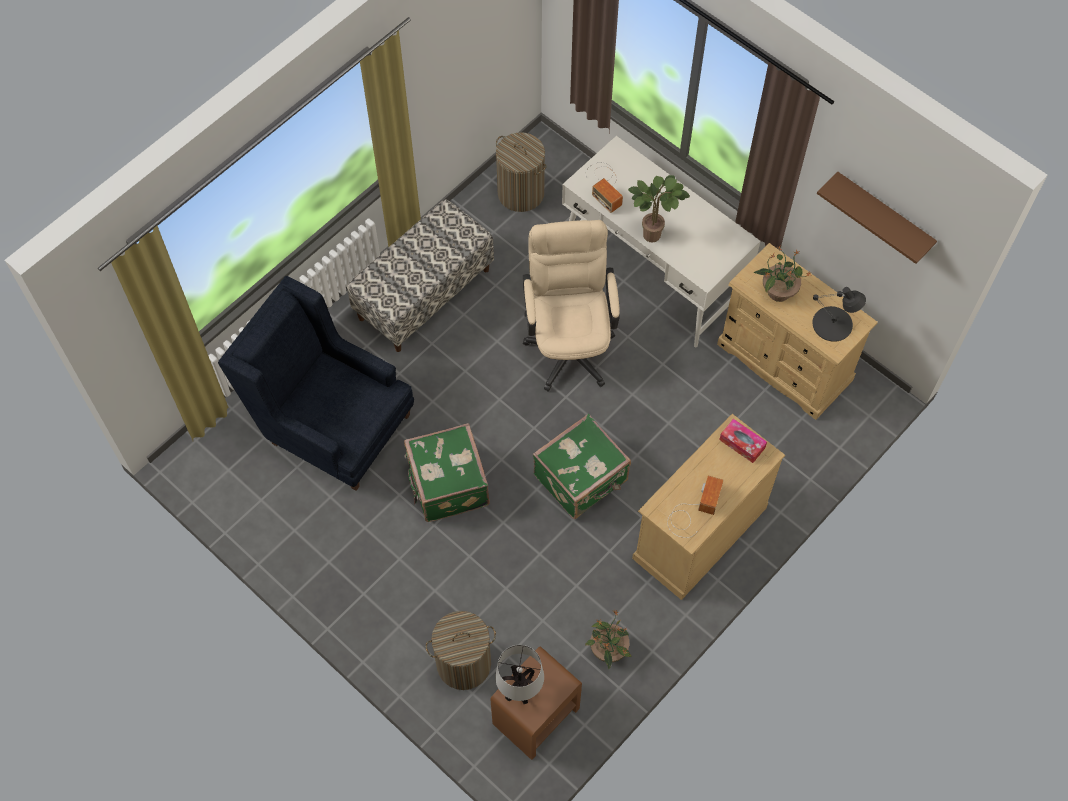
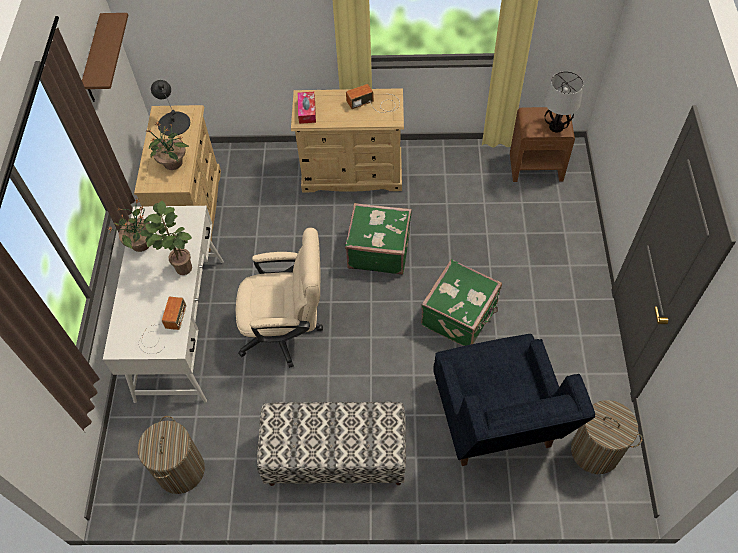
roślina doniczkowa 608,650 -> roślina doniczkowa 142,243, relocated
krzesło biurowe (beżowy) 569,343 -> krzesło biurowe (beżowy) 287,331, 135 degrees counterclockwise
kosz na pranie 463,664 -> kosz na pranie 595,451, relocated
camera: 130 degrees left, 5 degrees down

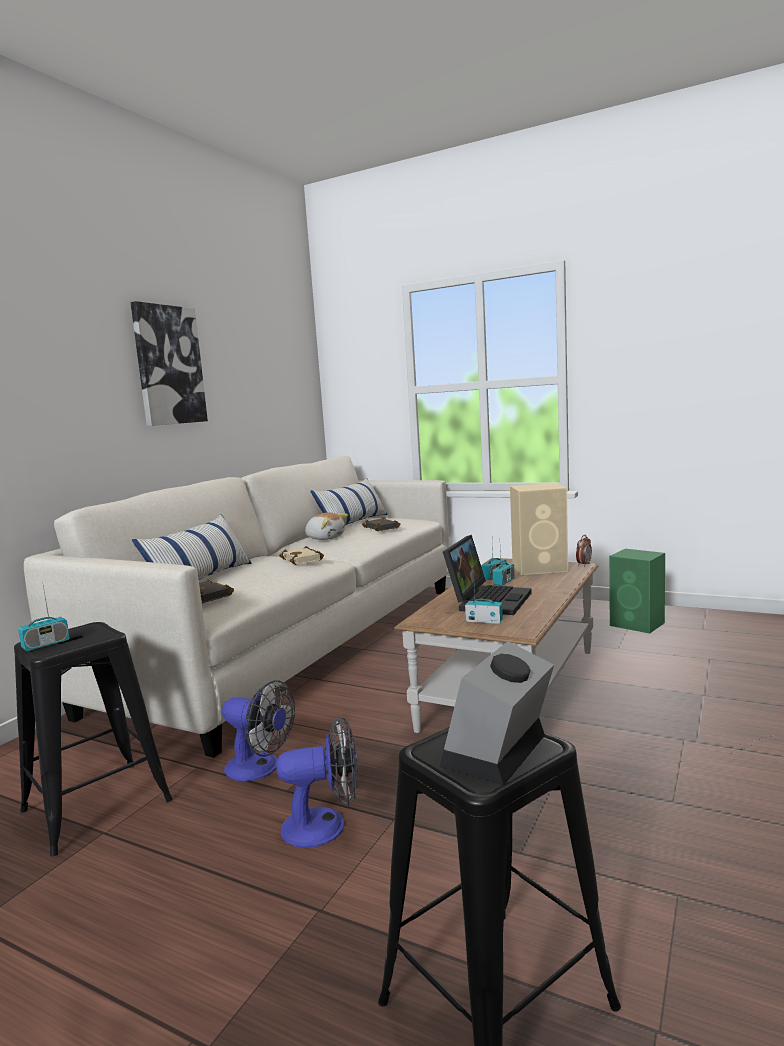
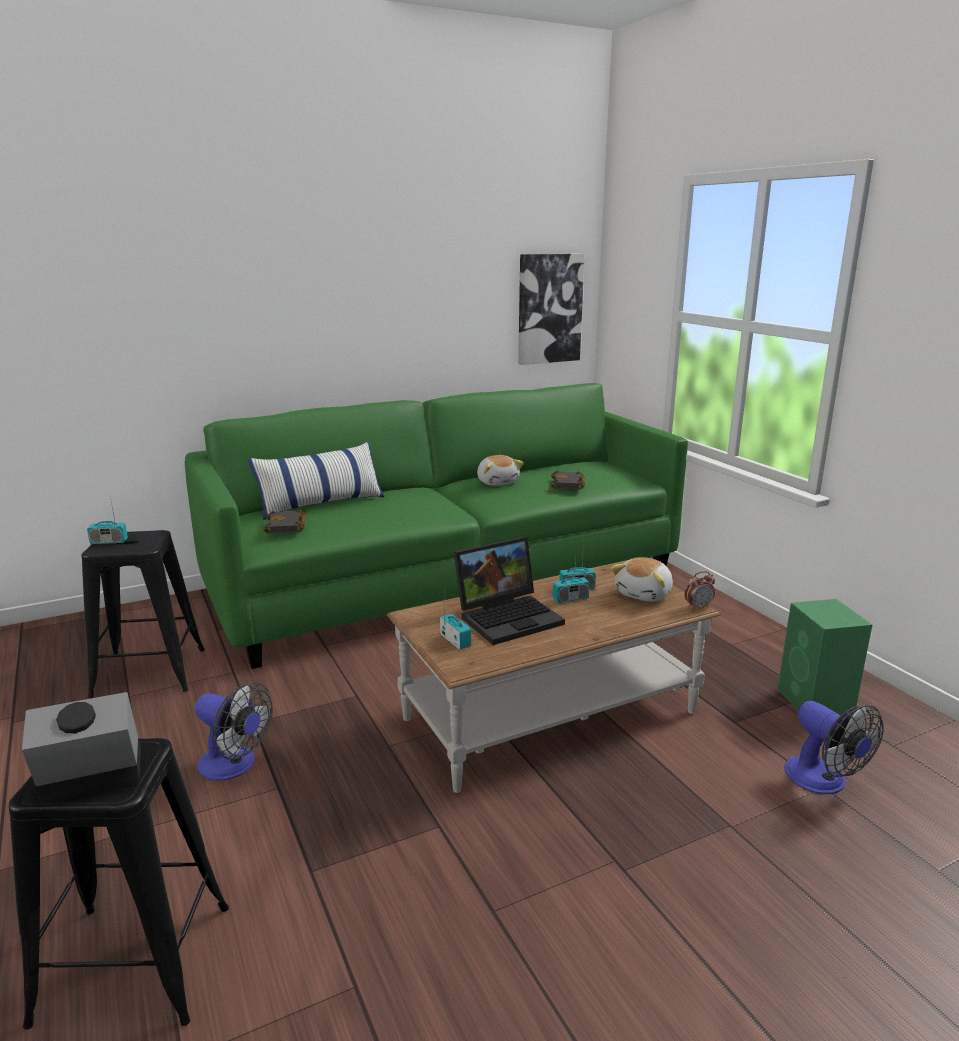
kanapa (biały) 295,643 -> kanapa (zielony) 447,582
obraz 168,365 -> obraz 549,309, relocated
głośnik (beżowy) 541,568 -> pluszak 645,594
wentylator 260,768 -> wentylator 824,781, relocated
książka (beżowy) 303,559 -> none
poduszka 353,523 -> none
camera: 35 degrees right, 10 degrees up

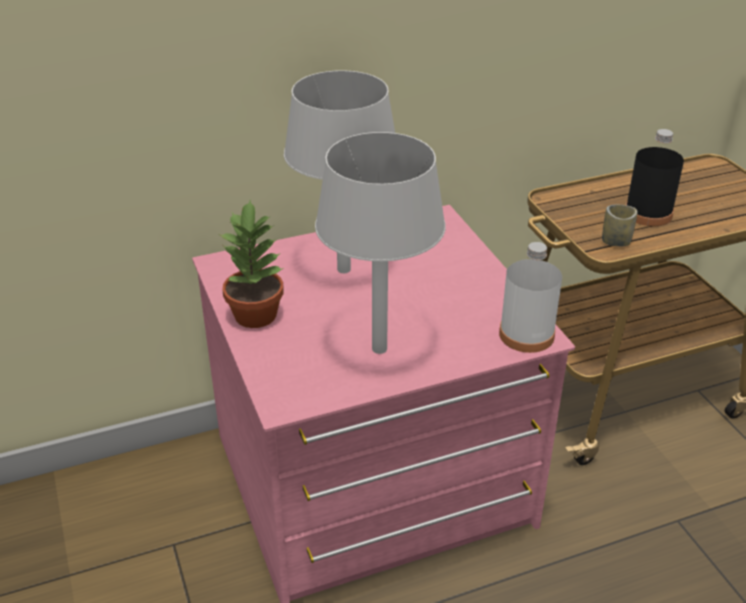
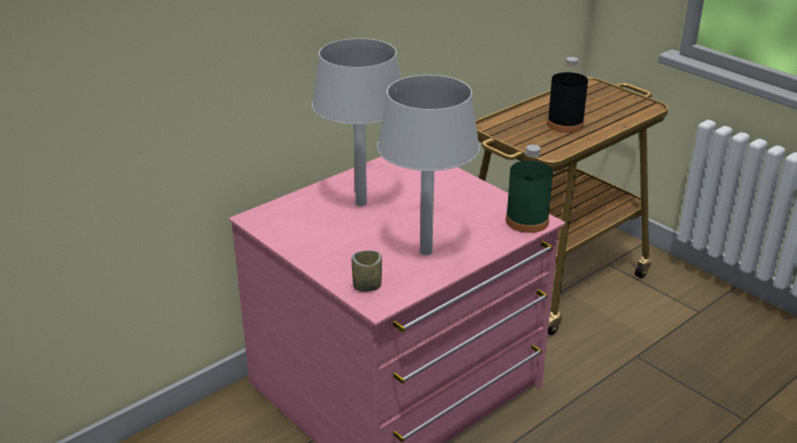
filiżanka 616,241 -> filiżanka 367,286, relocated
butelka (biały) 526,335 -> butelka (zielony) 527,221
roślina doniczkowa 257,315 -> none
camera: 20 degrees left, 5 degrees down

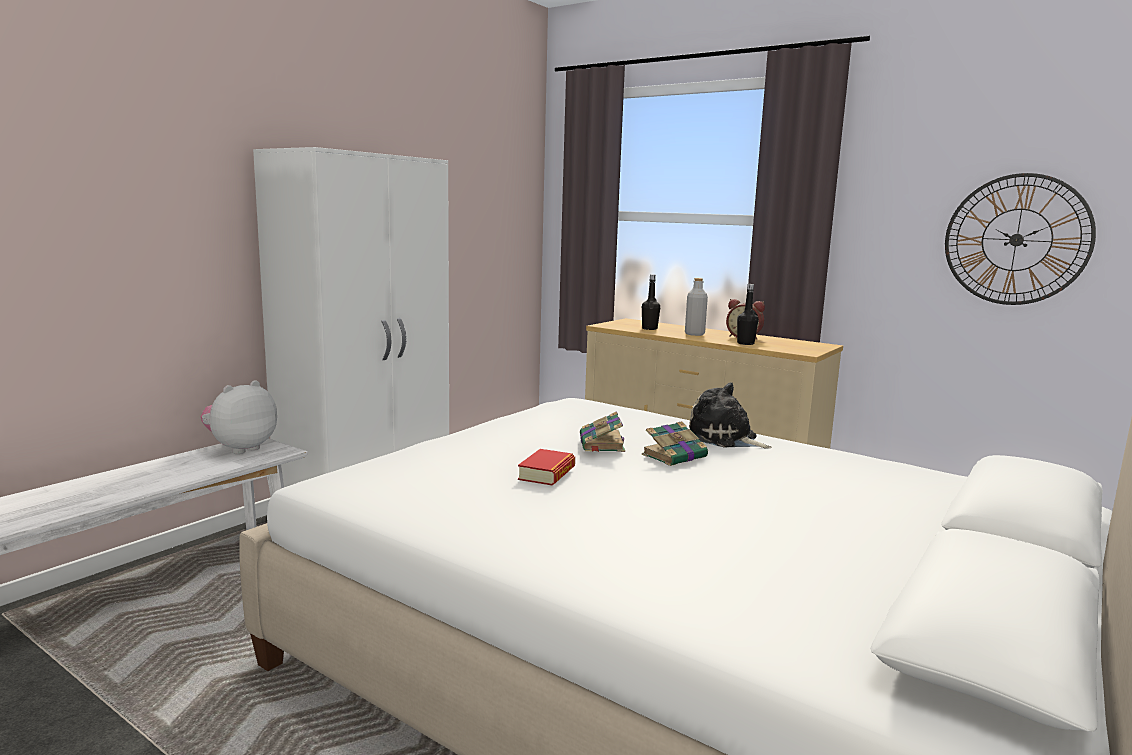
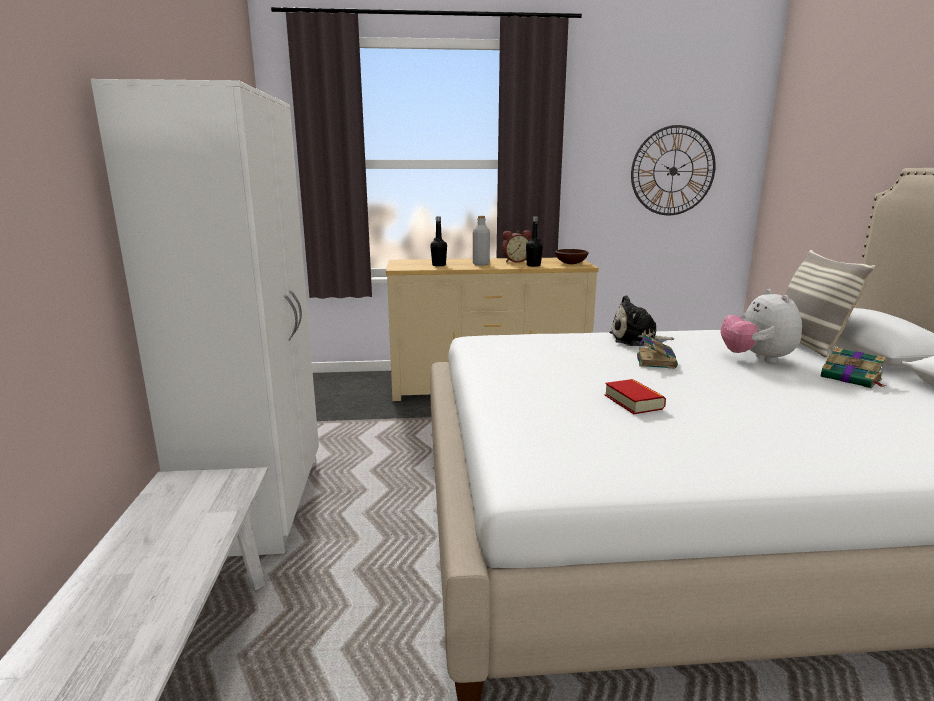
none -> miska (brązowy) 570,263
pluszak 240,448 -> pluszak 756,359, relocated
none -> poduszka 805,344
książka 602,444 -> książka 852,379, relocated
camera: 40 degrees left, 5 degrees up

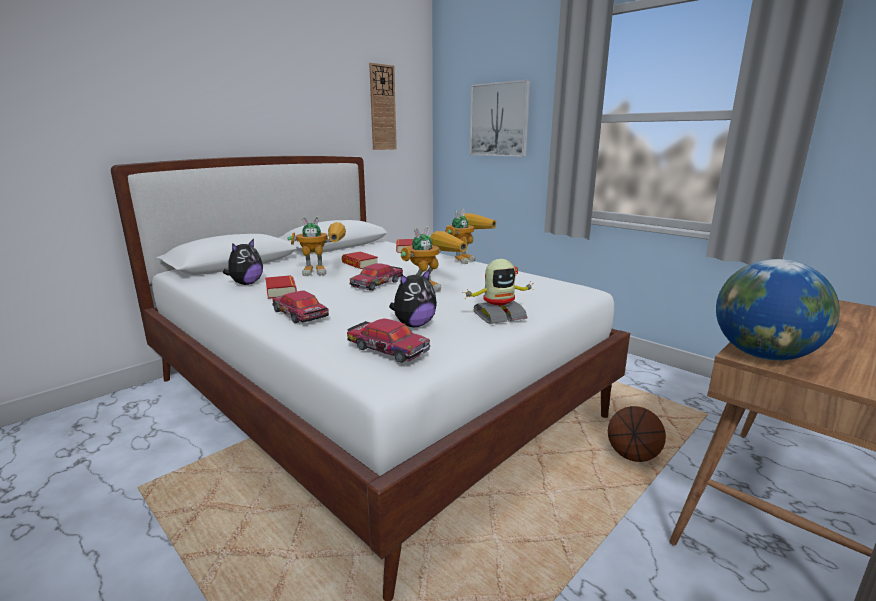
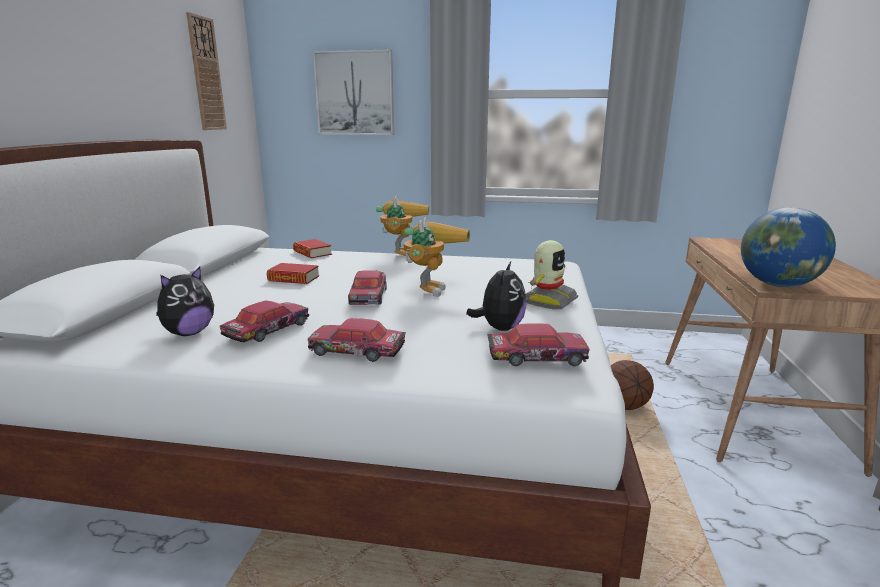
pluszak 246,283 -> pluszak 188,333, 45 degrees clockwise
książka 281,291 -> samochodzik 266,330
robot zabawkowy 324,272 -> none
camera: 35 degrees left, 0 degrees up

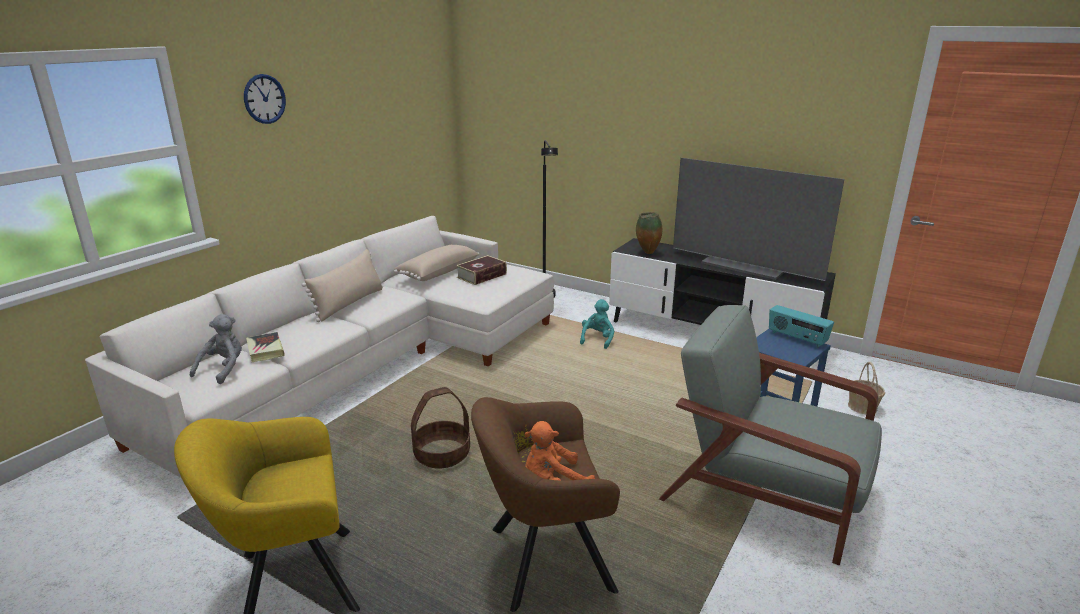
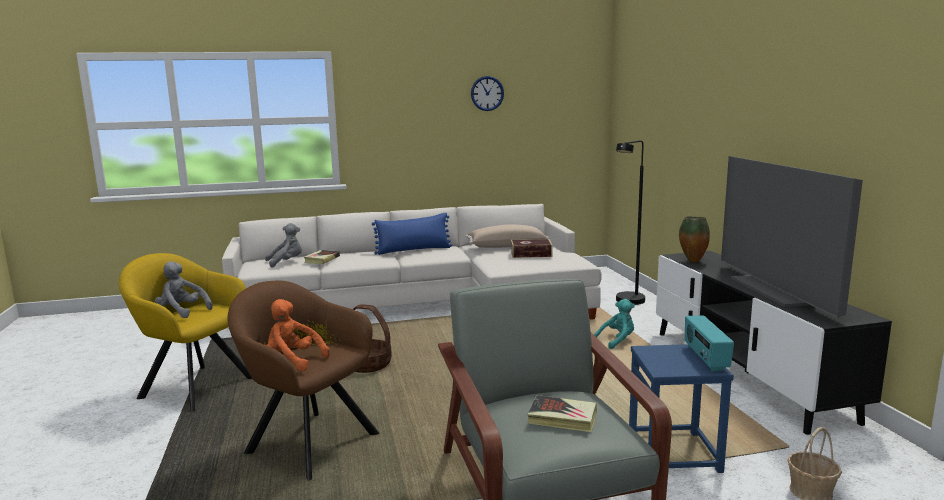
none -> pluszak (szary) 182,312
poduszka (beżowy) 349,303 -> poduszka (niebieski) 413,250
zegar ścienny 264,99 -> zegar ścienny 487,93, relocated
none -> książka 562,418
camera: 45 degrees right, 10 degrees down

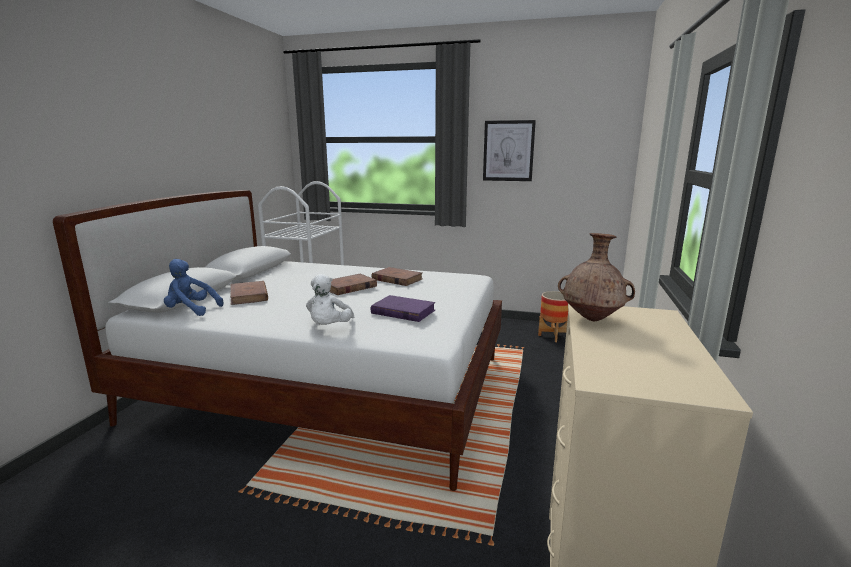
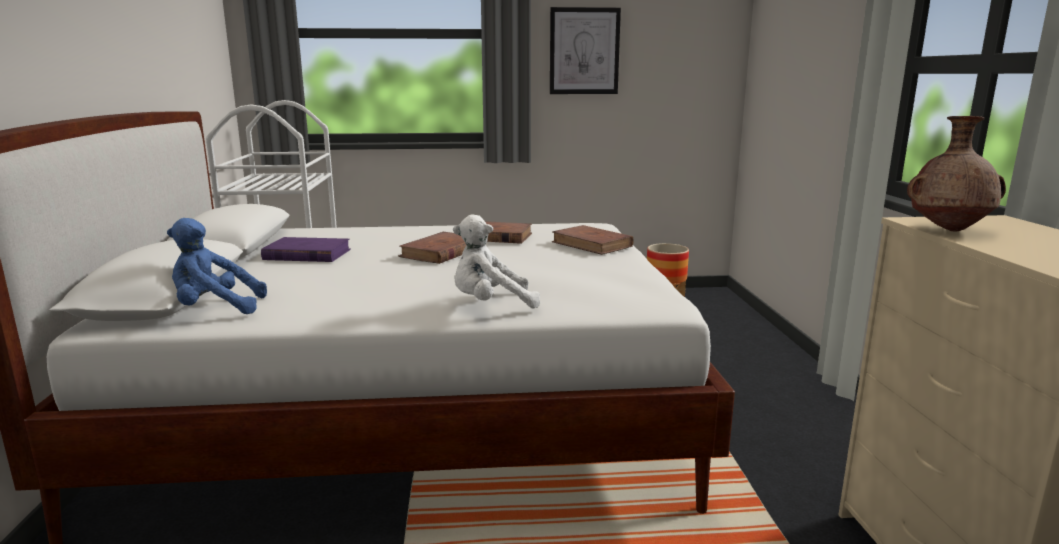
książka (fioletowy) 403,312 -> książka (fioletowy) 307,254, relocated
pluszak (biały) 329,327 -> pluszak (biały) 491,304, 90 degrees clockwise
książka (brązowy) 249,296 -> książka (brązowy) 592,244, relocated
camera: 20 degrees left, 0 degrees up

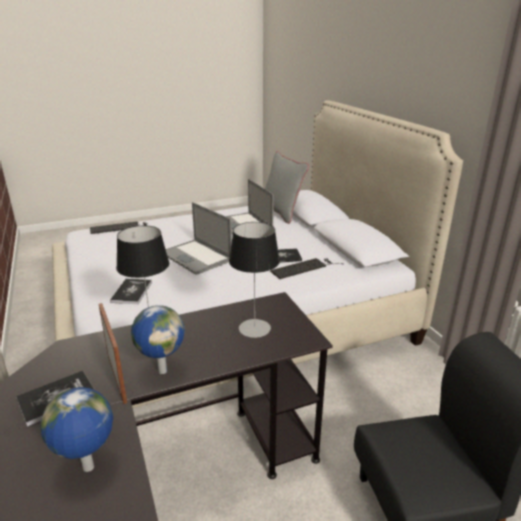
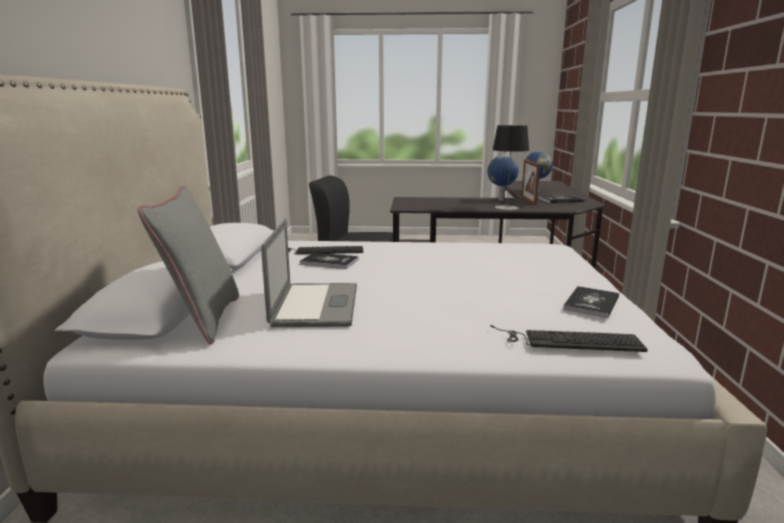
książka 131,292 -> książka 591,303, relocated
laptop 196,257 -> none
lampa stołowa 254,328 -> none
camera: 155 degrees left, 10 degrees down

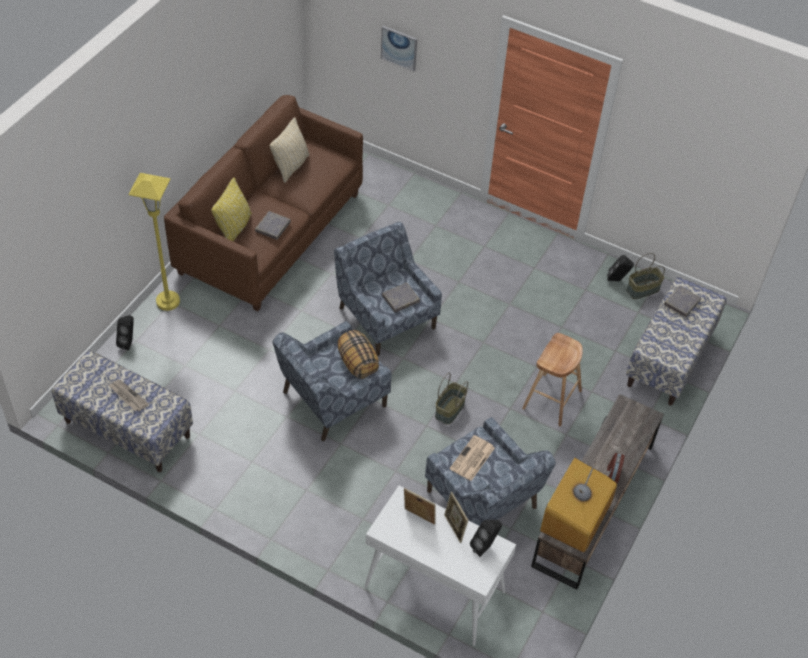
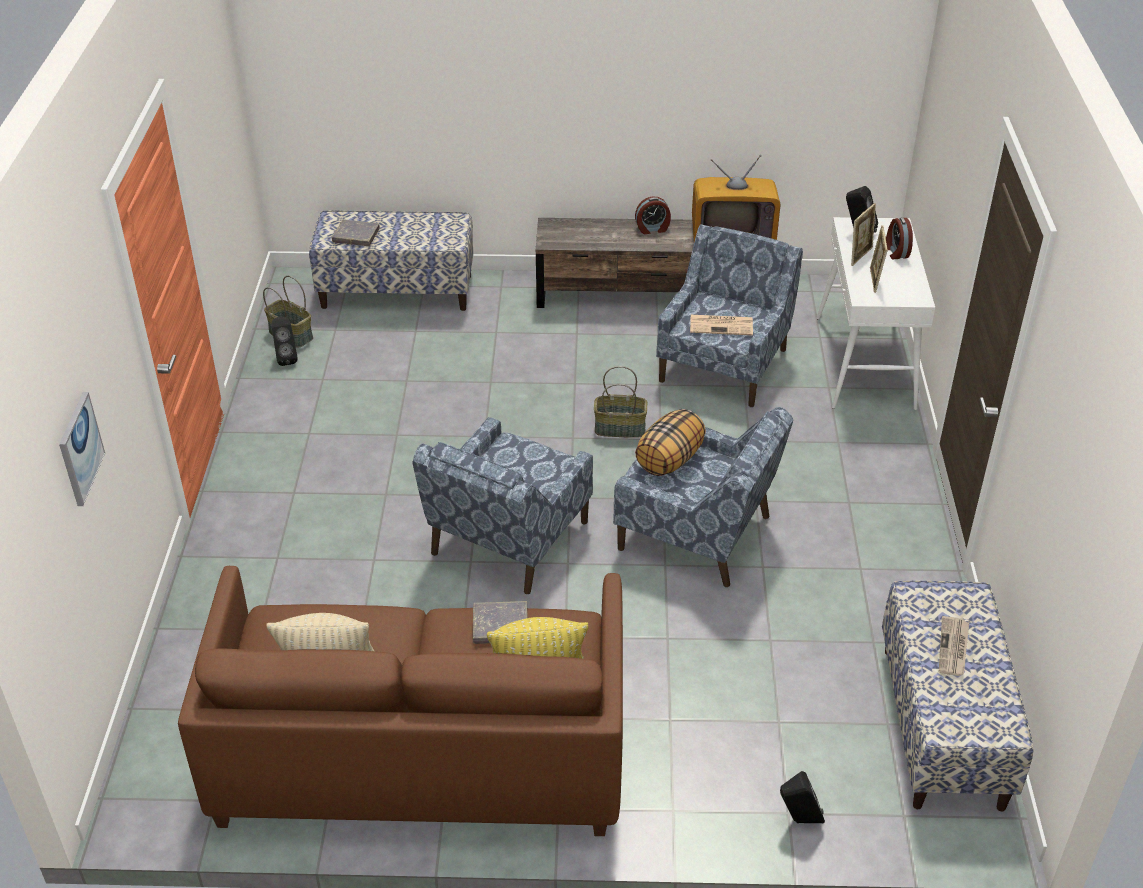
none -> budzik 896,252
lampa stojąca (żółty) 168,301 -> none
książka (szary) 400,299 -> none
stołek (brązowy) 552,399 -> none
camera: 115 degrees left, 10 degrees down

